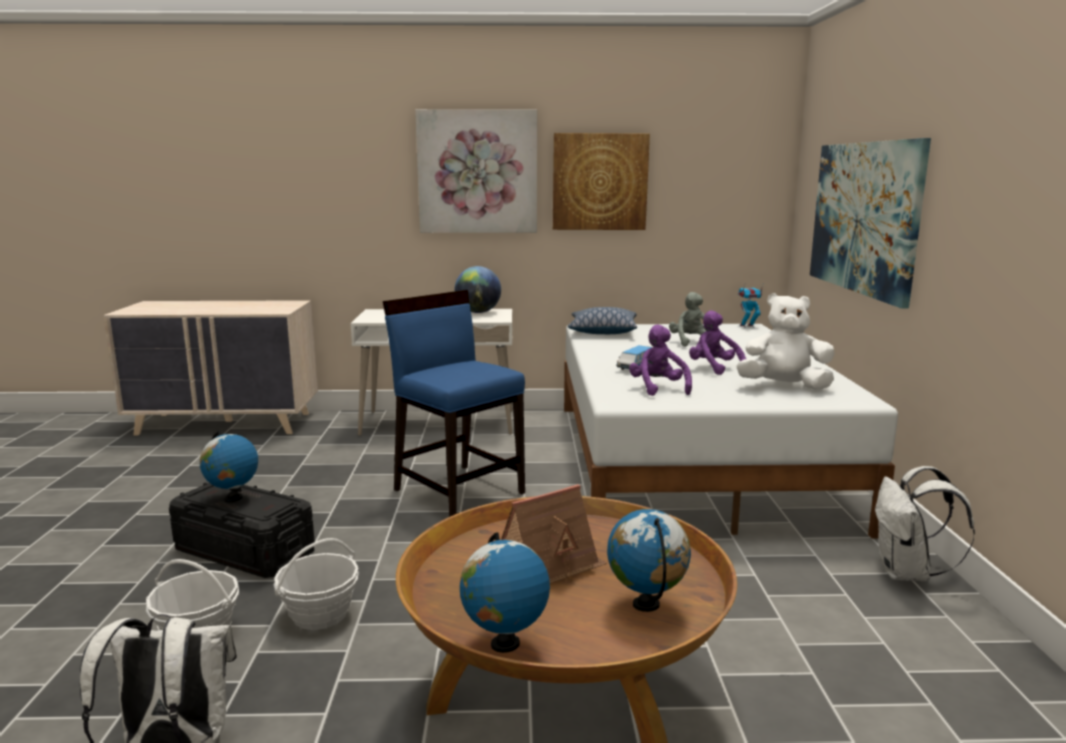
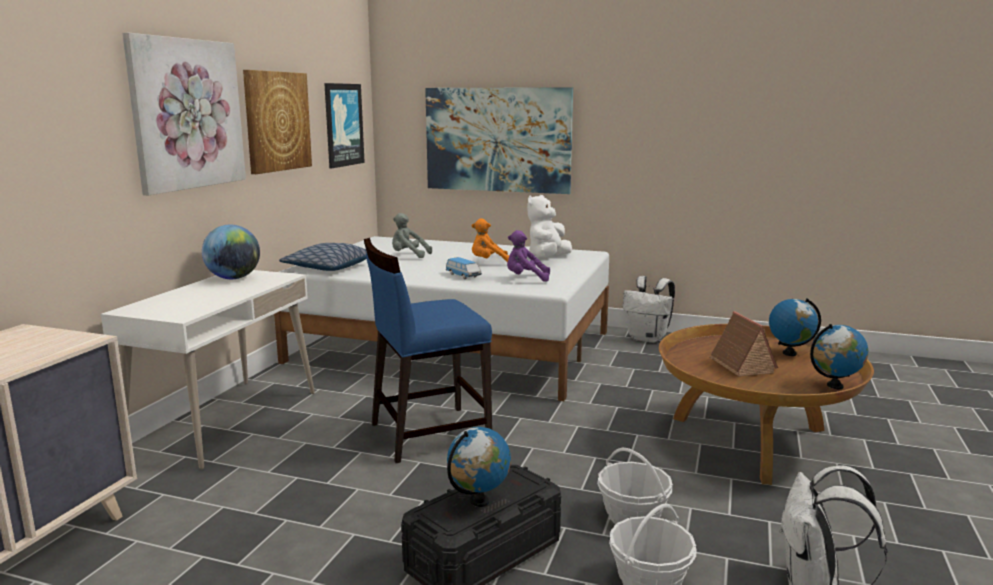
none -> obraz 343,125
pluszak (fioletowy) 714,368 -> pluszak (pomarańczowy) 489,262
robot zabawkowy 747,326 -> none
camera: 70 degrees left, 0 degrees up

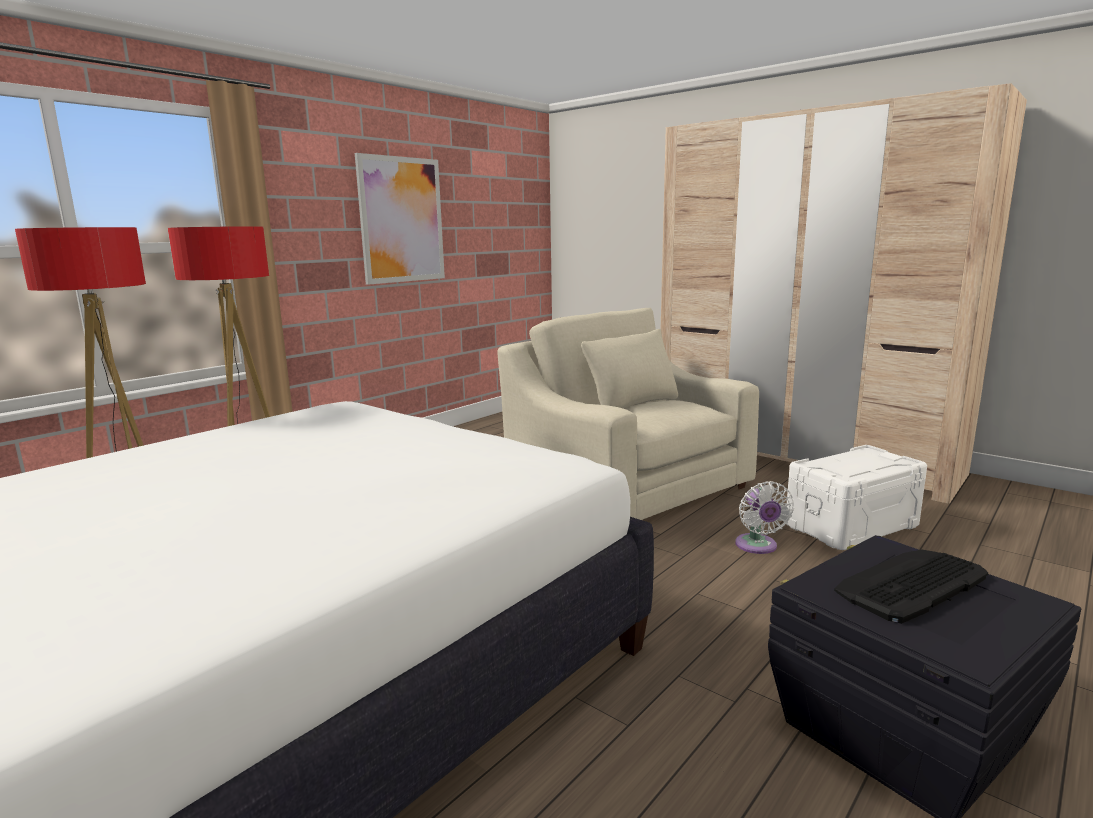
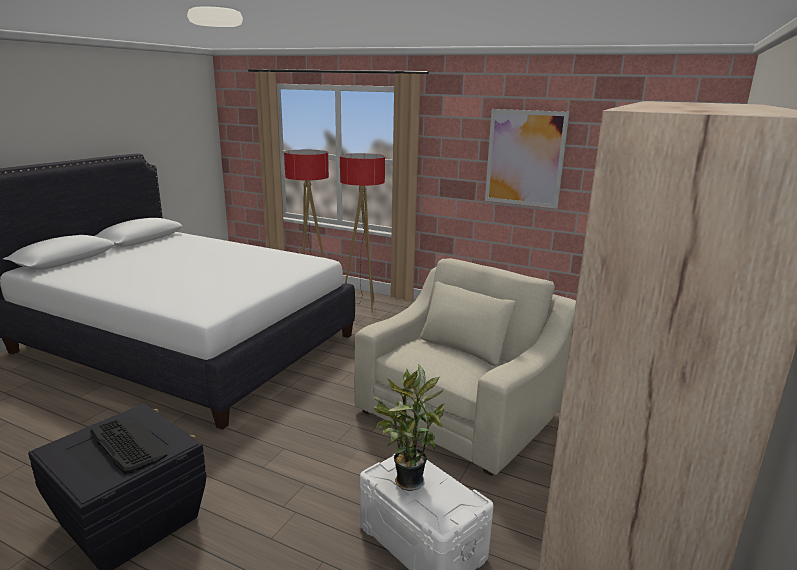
none -> roślina doniczkowa 406,480
wentylator (biały) 757,547 -> none
camera: 75 degrees right, 5 degrees up

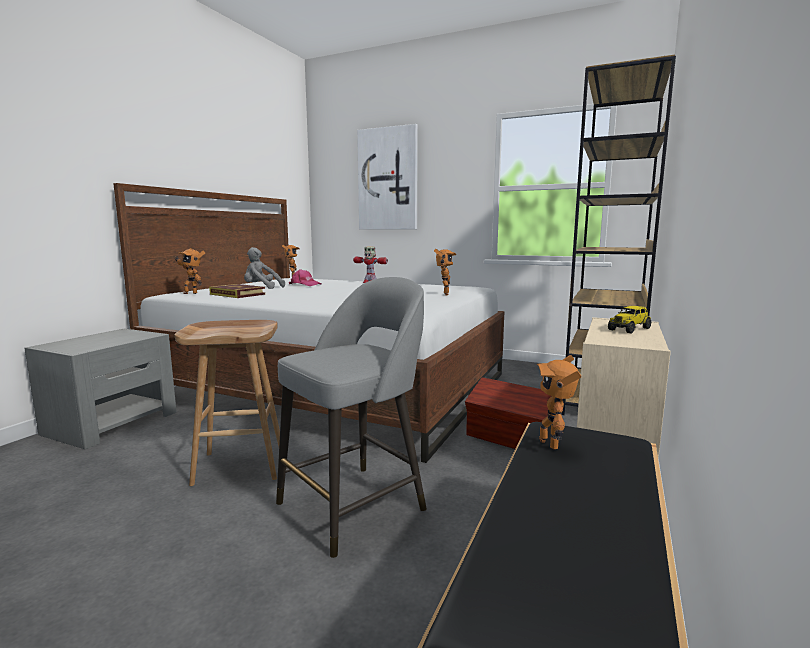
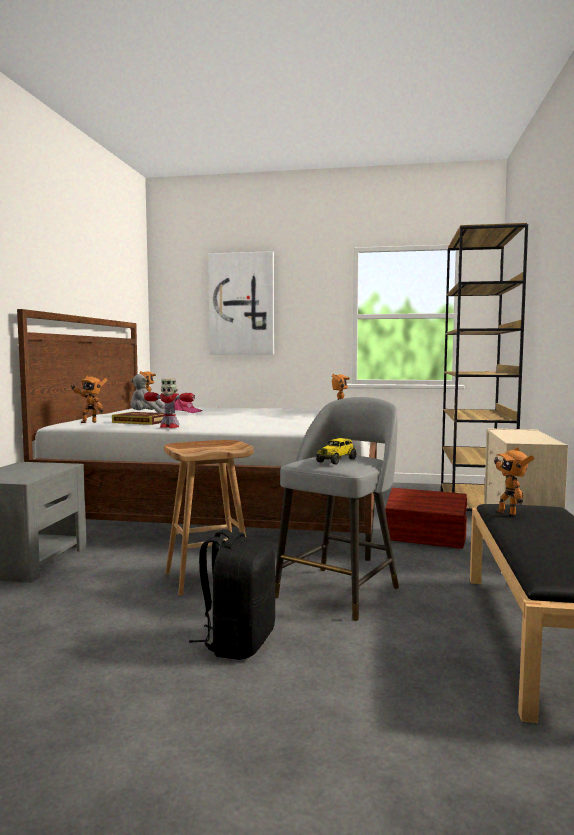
robot zabawkowy 369,282 -> robot zabawkowy 169,427, relocated
none -> plecak (czarny) 238,642
ciężarówka zabawkowa 629,329 -> ciężarówka zabawkowa 337,460, relocated
camera: 15 degrees left, 5 degrees down

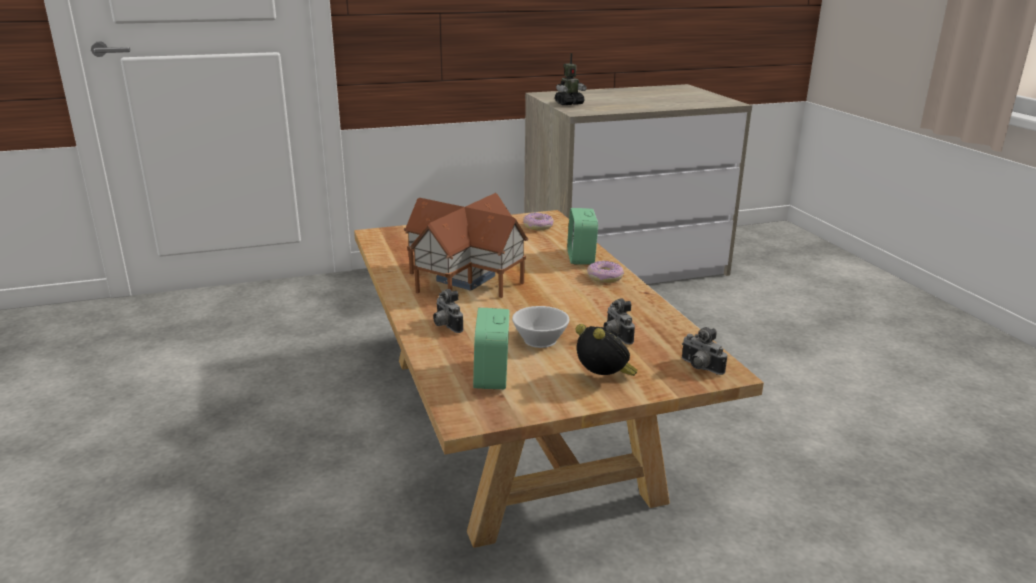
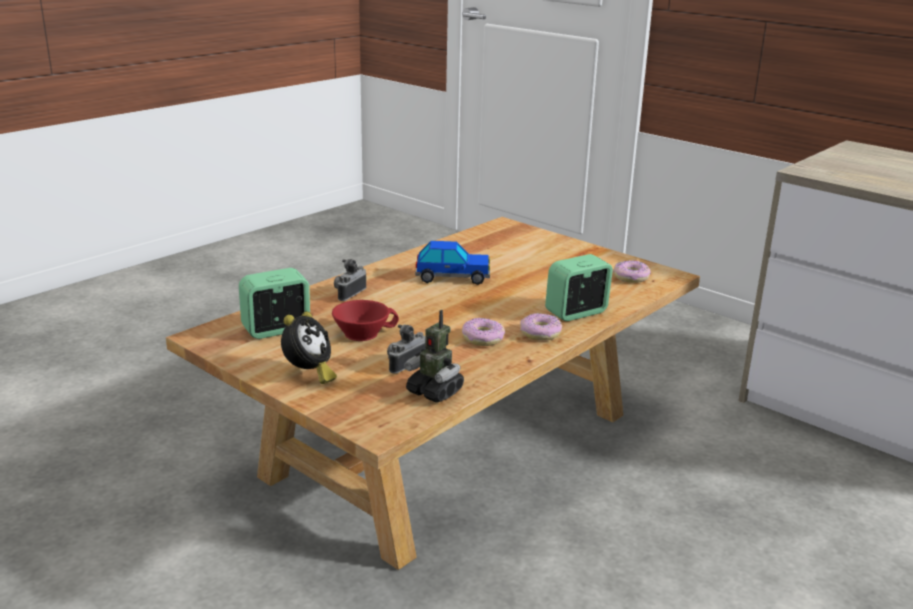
filiżanka (biały) 538,339 -> filiżanka (czerwony) 362,332
robot zabawkowy 569,104 -> robot zabawkowy 435,392, relocated
domek 463,278 -> samochodzik 453,277
none -> donut 483,338
aparat fotograficzny 699,368 -> none
camera: 60 degrees right, 0 degrees up

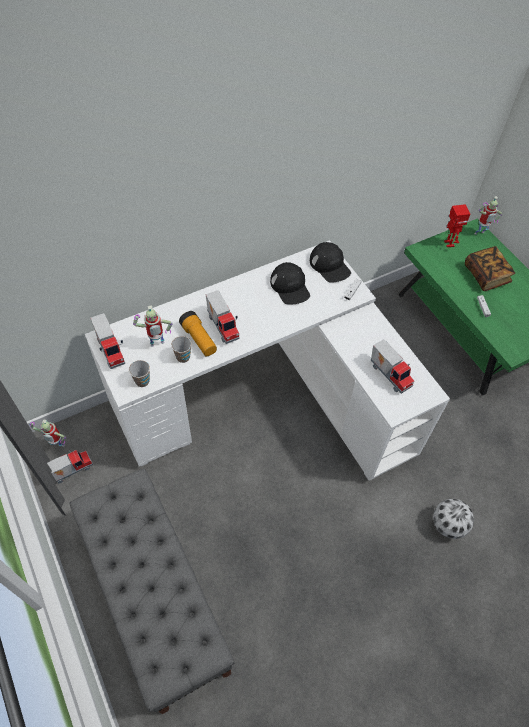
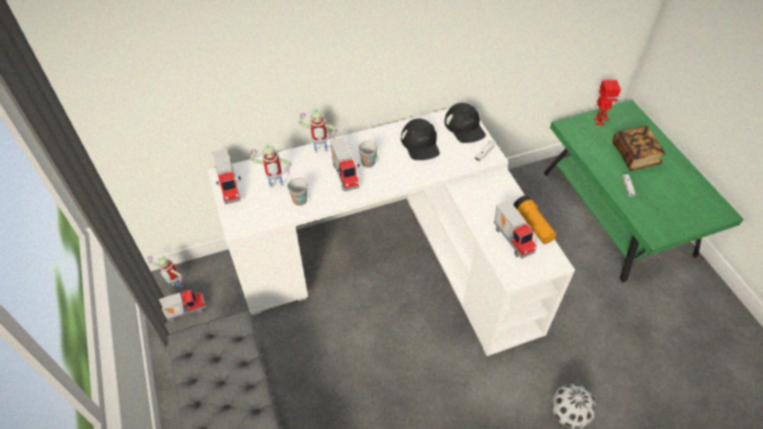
robot zabawkowy 479,234 -> robot zabawkowy 320,152, relocated
filiżanka 142,381 -> filiżanka 368,163, relocated
latarka 199,339 -> latarka 533,225, relocated
camera: 10 degrees right, 5 degrees down

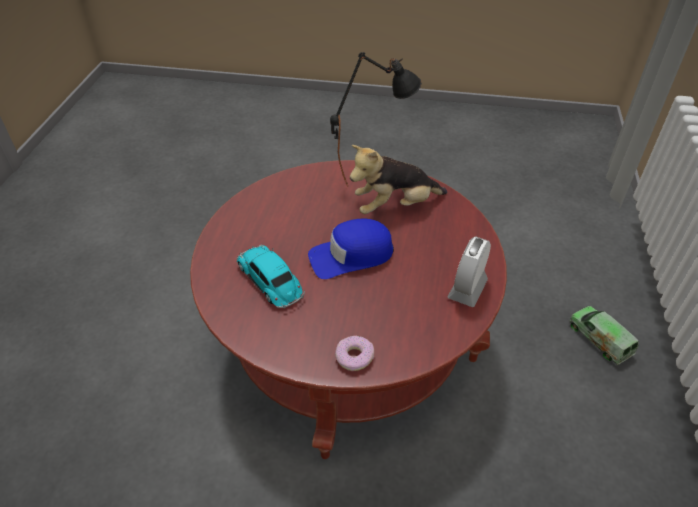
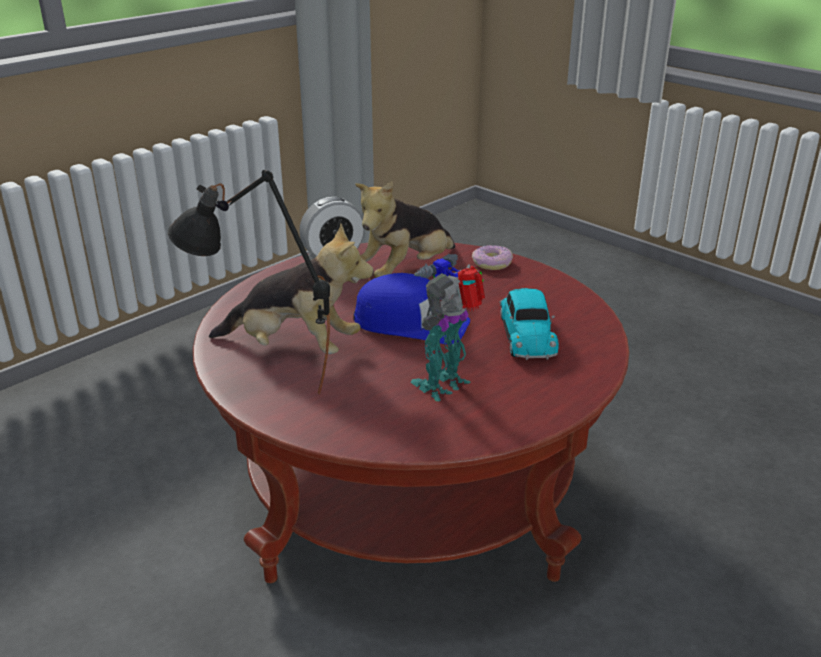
none -> pluszak 405,271
none -> robot zabawkowy 446,385
ciężarówka zabawkowa 599,339 -> none
camera: 145 degrees left, 15 degrees down

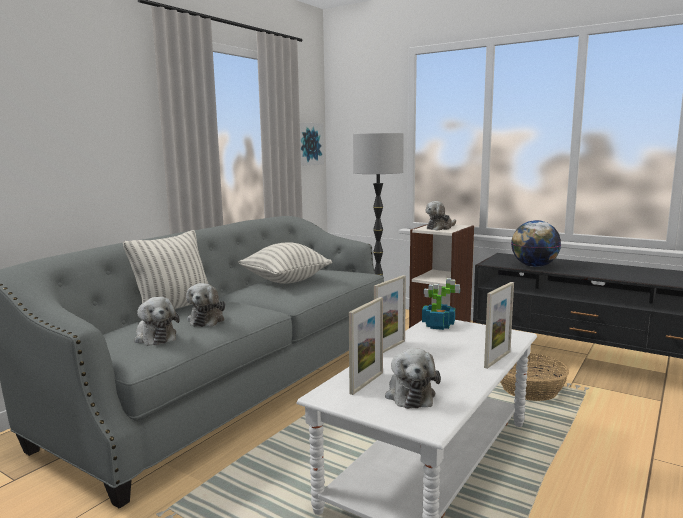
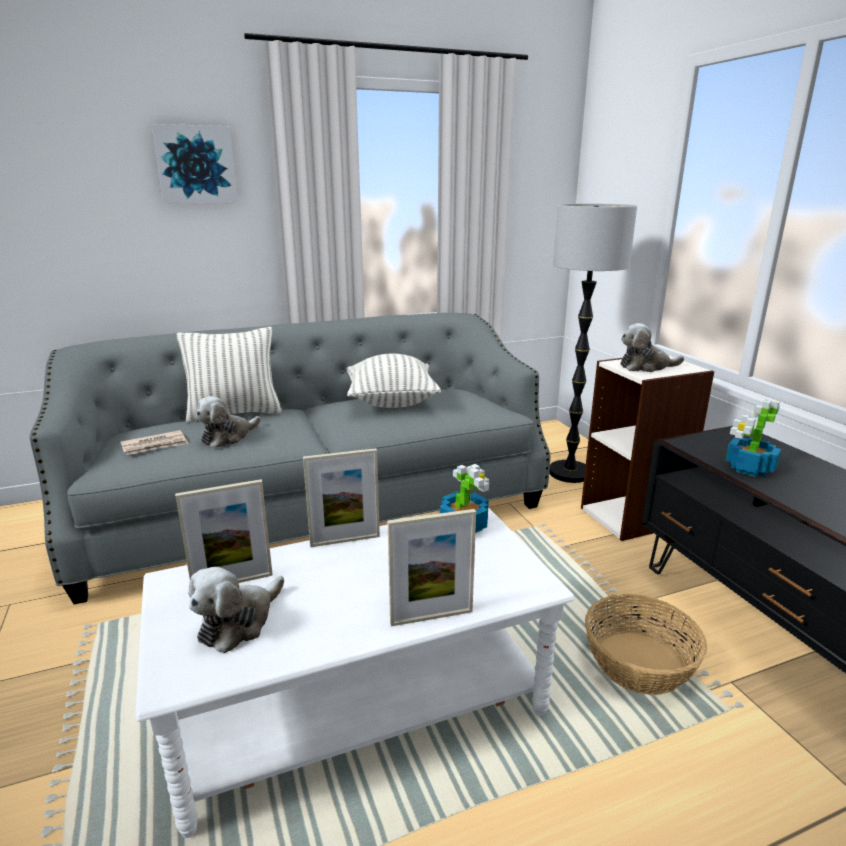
pluszak 155,337 -> gazeta 155,445
obraz 307,144 -> obraz 196,165, relocated
globus 534,266 -> roślina doniczkowa 749,468
camera: 35 degrees right, 10 degrees up

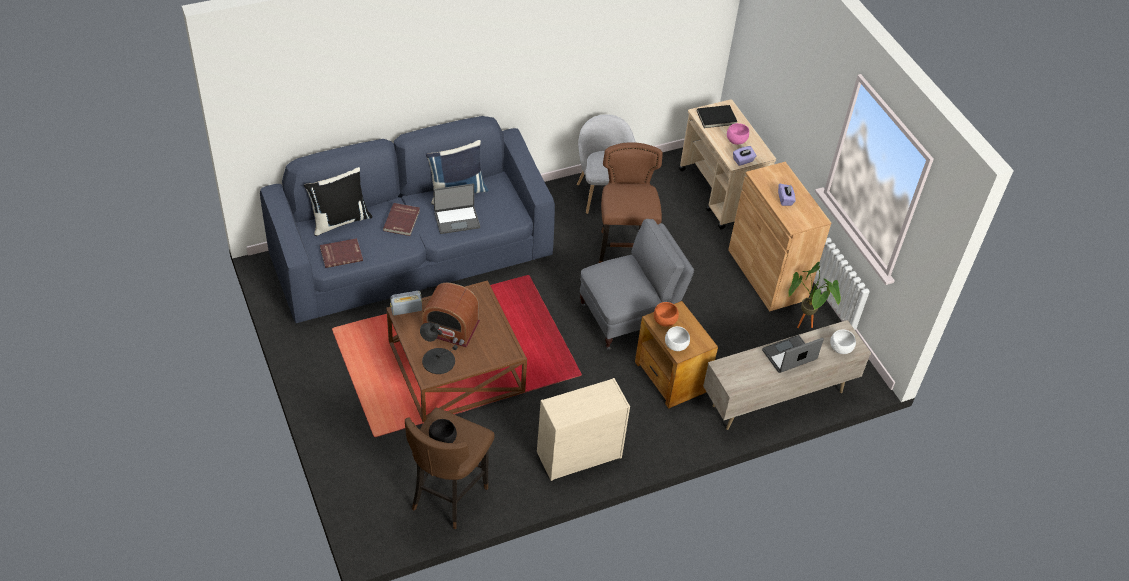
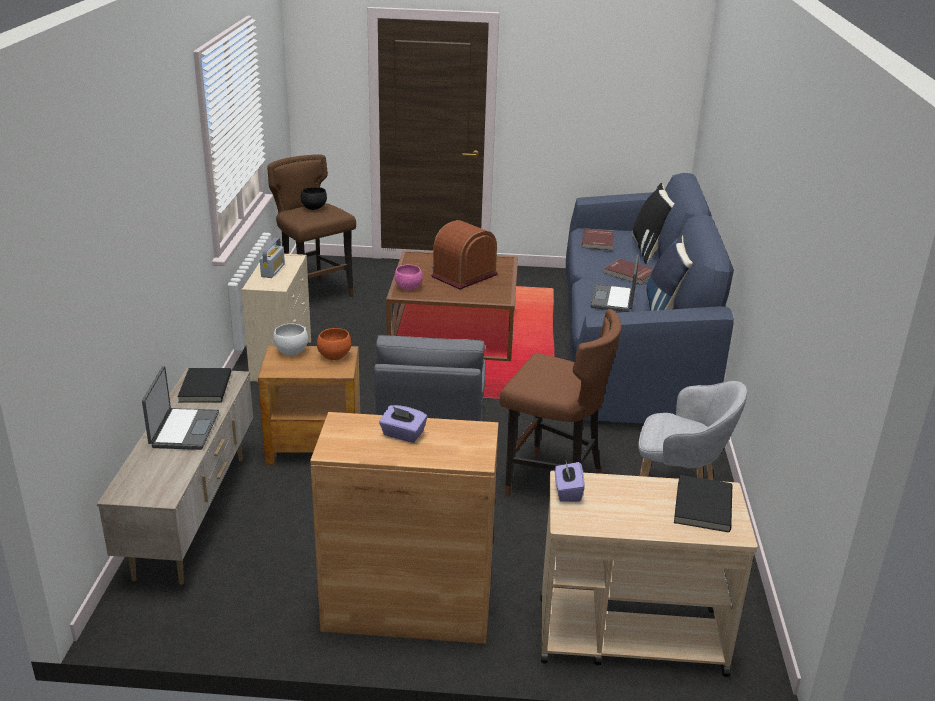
none -> książka (czarny) 204,387
radio 406,310 -> radio 273,270, relocated
miska (różowy) 736,141 -> miska (różowy) 409,288, relocated
lampa stołowa (czarny) 438,360 -> none
roślina doniczkowa 803,327 -> none
miska (biały) 841,349 -> none
camera: 120 degrees right, 20 degrees down

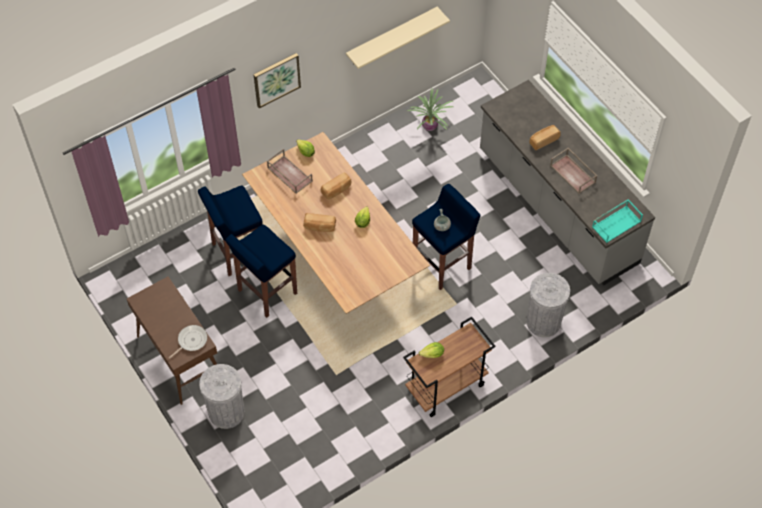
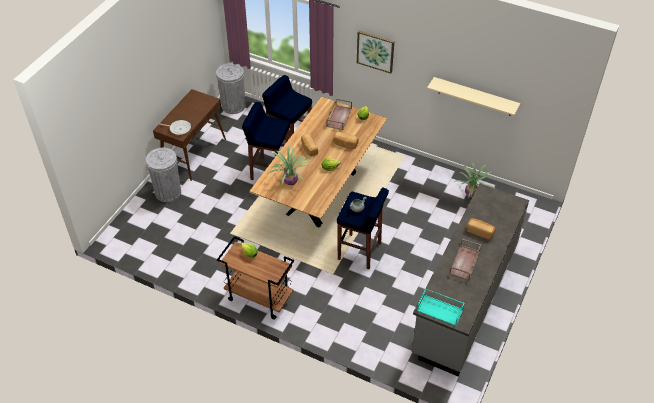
kosz na śmieci (szary) 543,322 -> kosz na śmieci (szary) 233,106, relocated
none -> roślina doniczkowa 290,181
camera: 60 degrees right, 10 degrees down

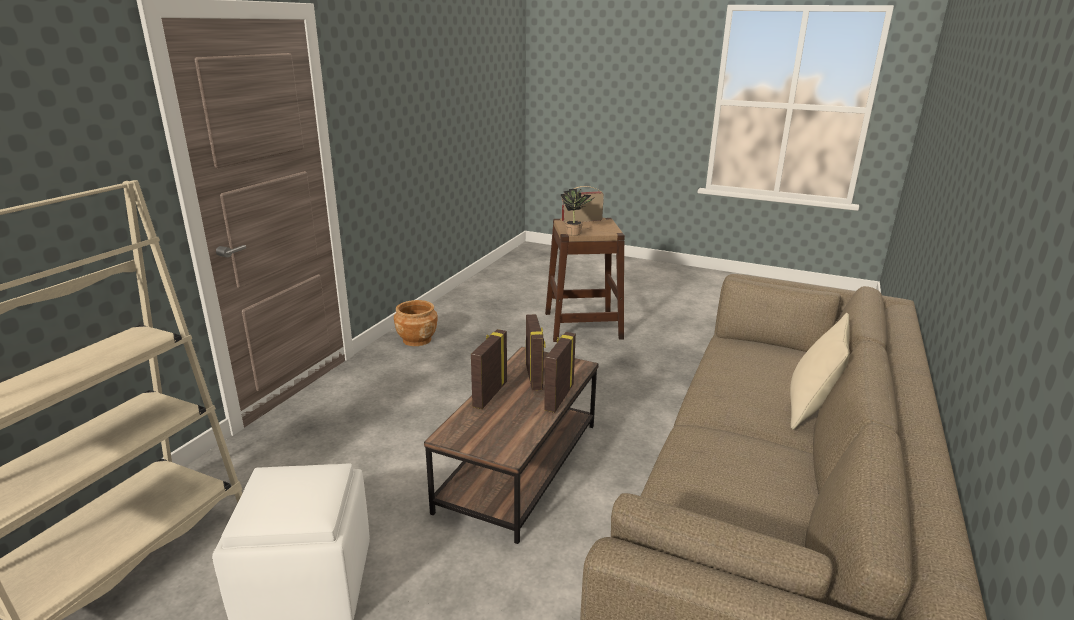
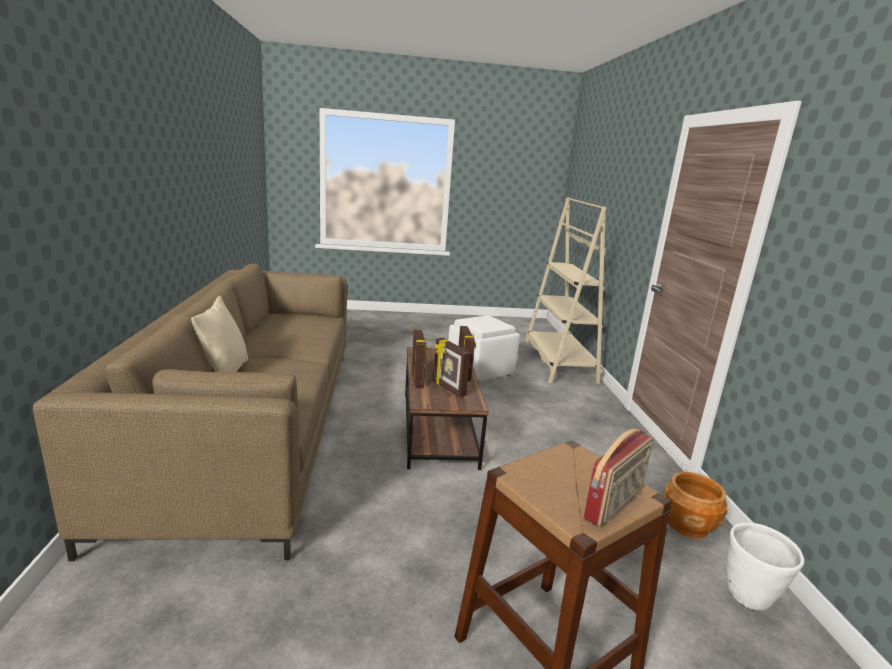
none -> donica (biały) 748,597
roślina doniczkowa 575,233 -> none
camera: 150 degrees right, 5 degrees down

